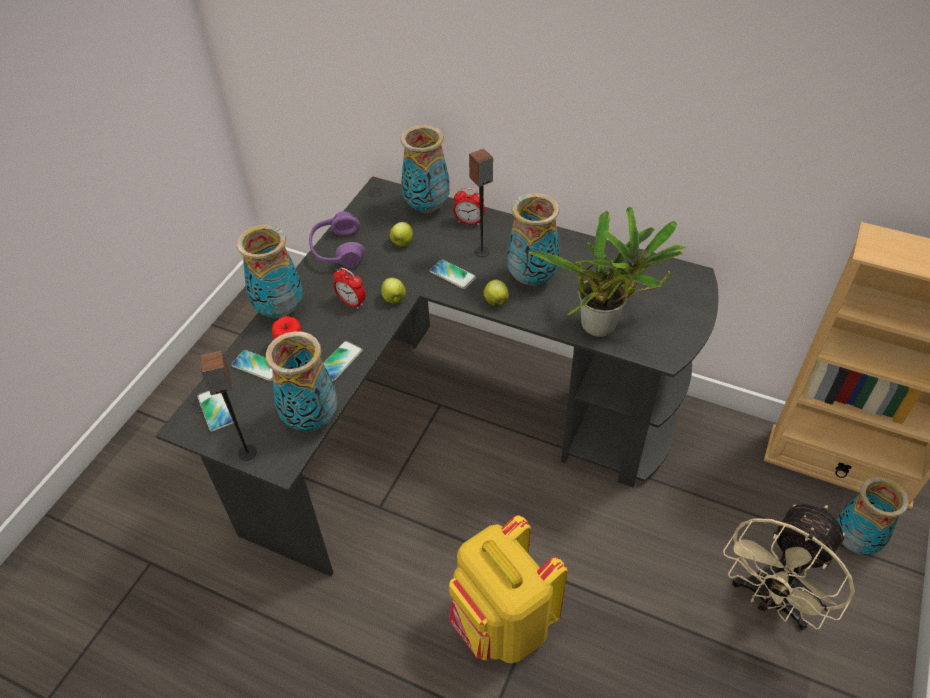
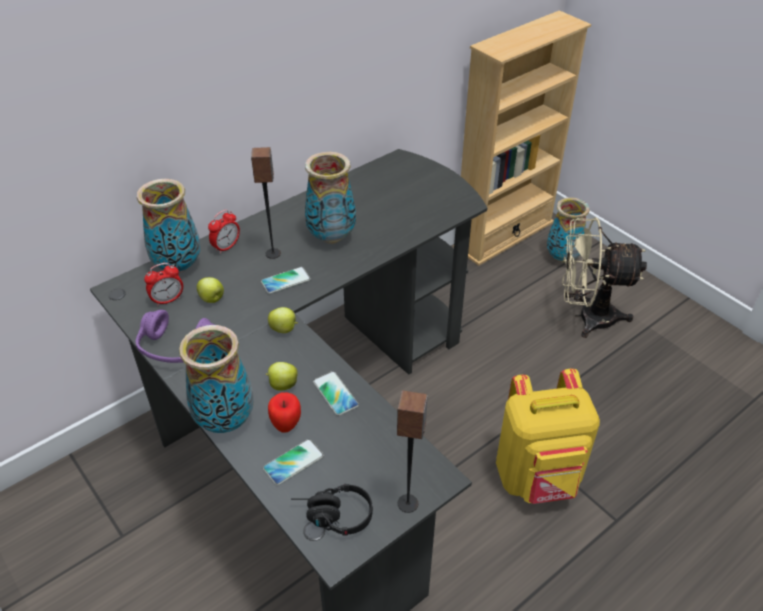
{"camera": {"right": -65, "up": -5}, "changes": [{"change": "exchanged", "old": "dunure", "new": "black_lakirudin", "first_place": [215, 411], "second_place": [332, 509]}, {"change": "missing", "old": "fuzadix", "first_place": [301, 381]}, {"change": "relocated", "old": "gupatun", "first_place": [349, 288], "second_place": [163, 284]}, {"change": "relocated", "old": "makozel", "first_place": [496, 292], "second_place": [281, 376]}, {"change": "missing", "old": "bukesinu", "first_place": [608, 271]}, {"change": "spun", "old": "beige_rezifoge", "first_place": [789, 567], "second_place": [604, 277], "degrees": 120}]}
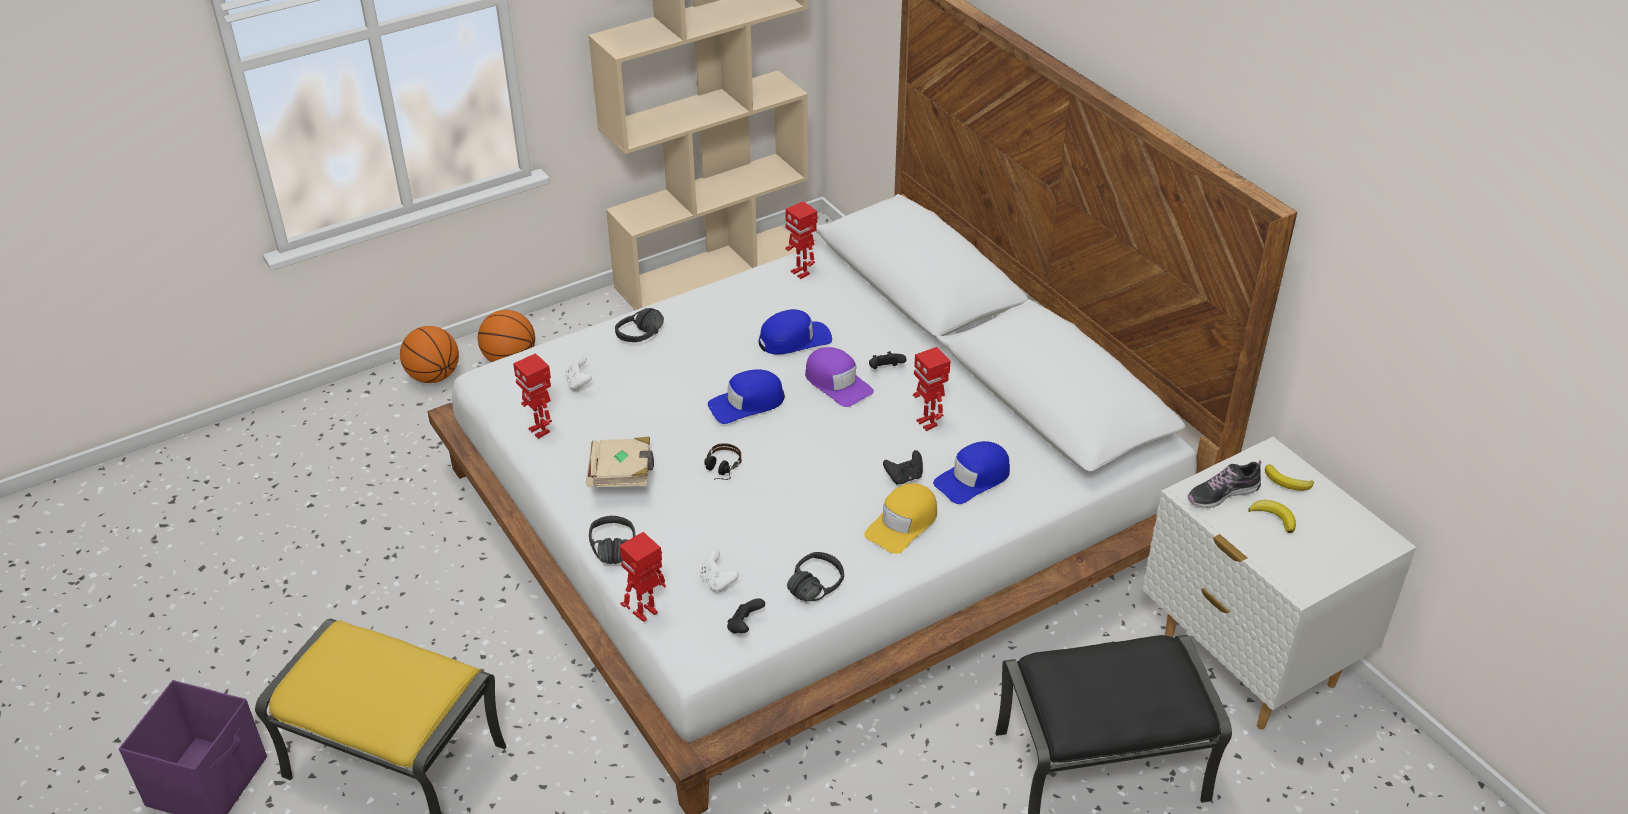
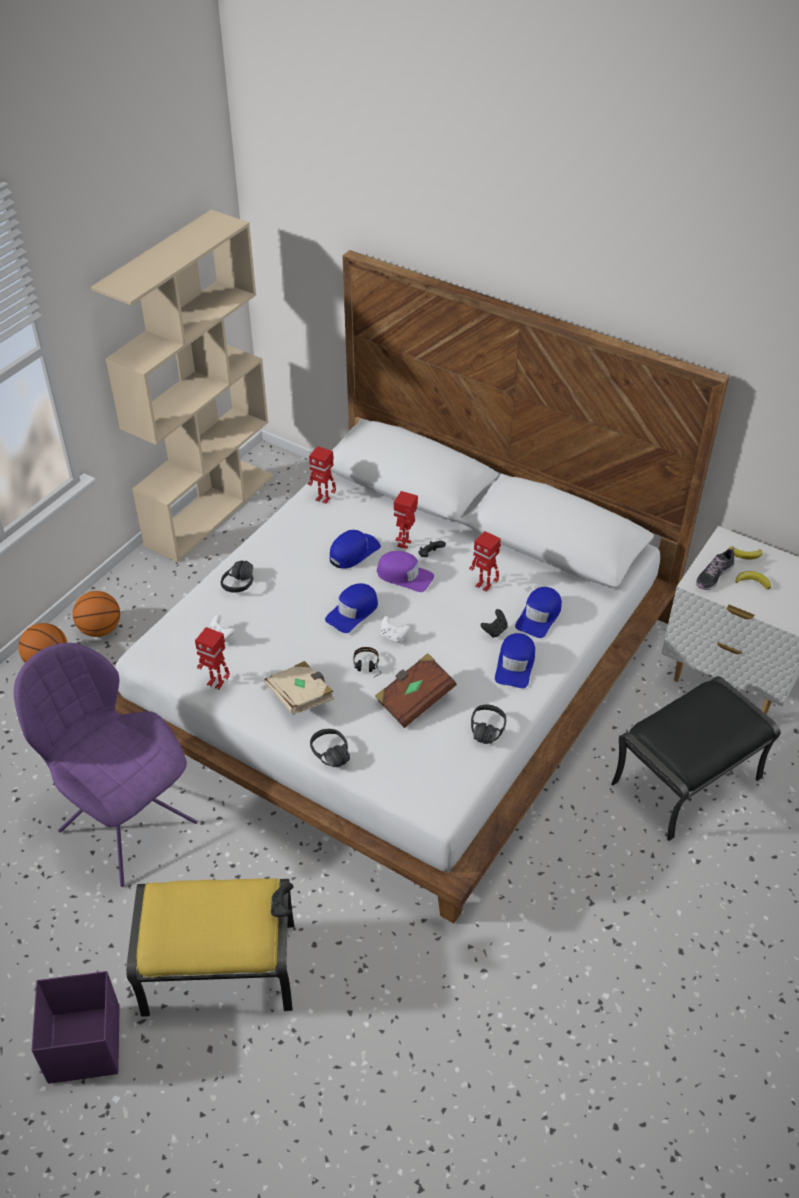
{"camera": {"right": -25, "up": 5}, "changes": [{"change": "relocated", "old": "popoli", "first_place": [642, 577], "second_place": [406, 520]}, {"change": "relocated", "old": "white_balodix", "first_place": [719, 571], "second_place": [395, 629]}, {"change": "relocated", "old": "black_balodix", "first_place": [746, 616], "second_place": [282, 900]}, {"change": "colour", "old": "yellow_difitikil", "new": "blue_difitikil", "first_place": [900, 518], "second_place": [515, 660]}, {"change": "appeared", "new": "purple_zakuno", "second_place": [106, 765]}, {"change": "appeared", "new": "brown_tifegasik", "second_place": [416, 690]}]}
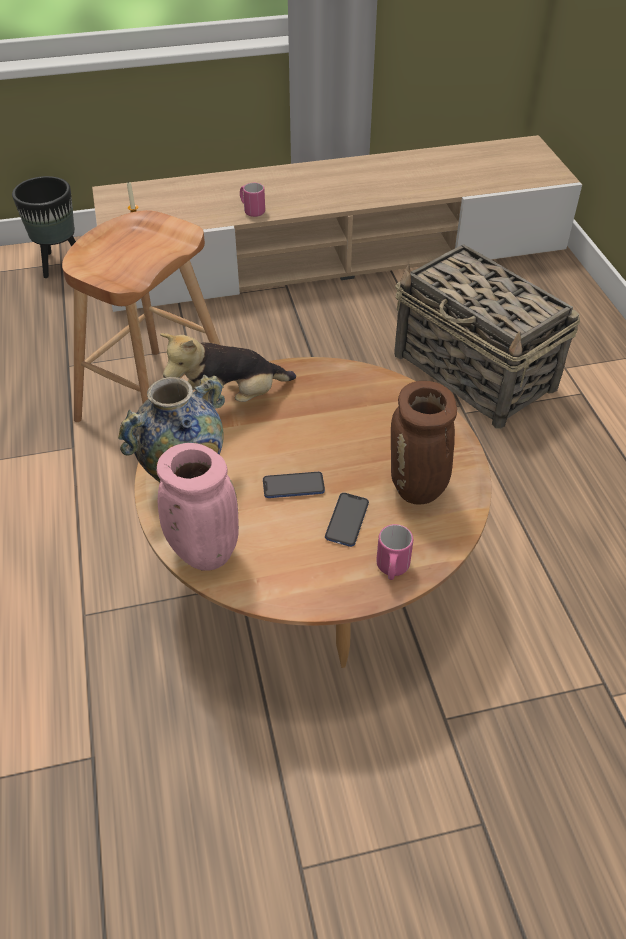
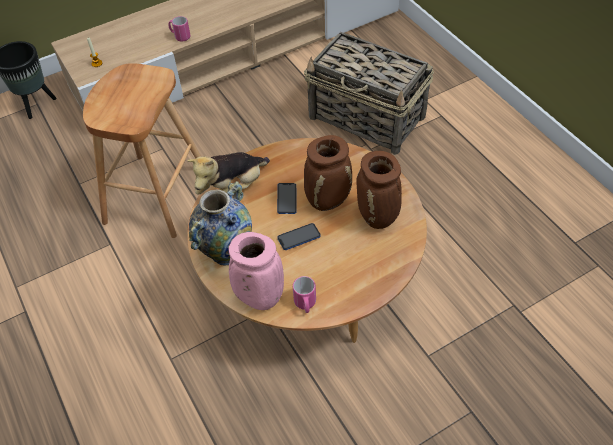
{"camera": {"right": -15, "up": 5}, "changes": [{"change": "relocated", "old": "dunure", "first_place": [347, 520], "second_place": [286, 198]}, {"change": "relocated", "old": "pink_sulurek", "first_place": [394, 552], "second_place": [304, 294]}, {"change": "appeared", "new": "brown_fuzadix", "second_place": [328, 173]}]}
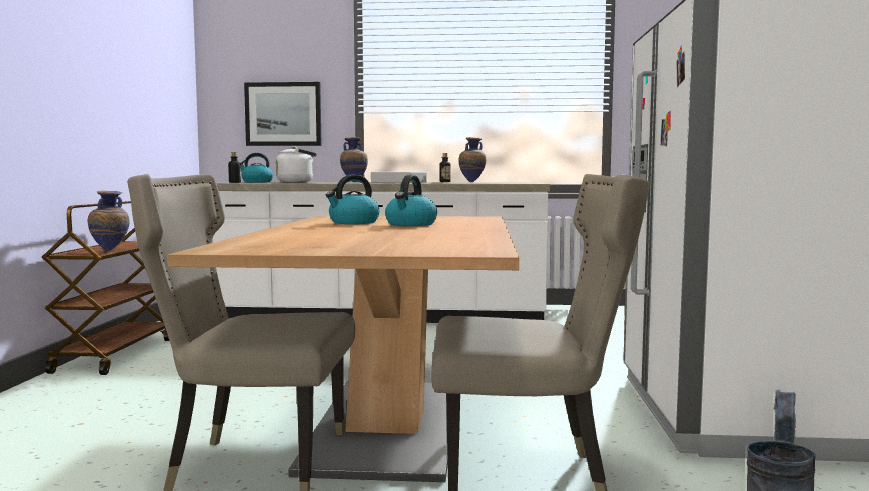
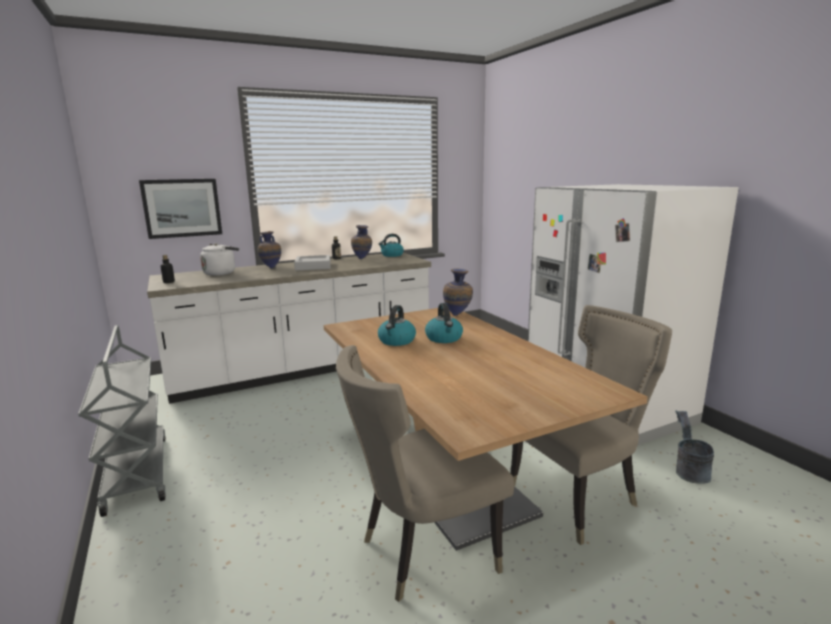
{"camera": {"right": -30, "up": 10}, "changes": [{"change": "colour", "old": "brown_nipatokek", "new": "grey_nipatokek", "first_place": [105, 288], "second_place": [122, 421]}, {"change": "relocated", "old": "fuzadix", "first_place": [109, 220], "second_place": [458, 292]}, {"change": "relocated", "old": "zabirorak", "first_place": [256, 167], "second_place": [391, 245]}]}
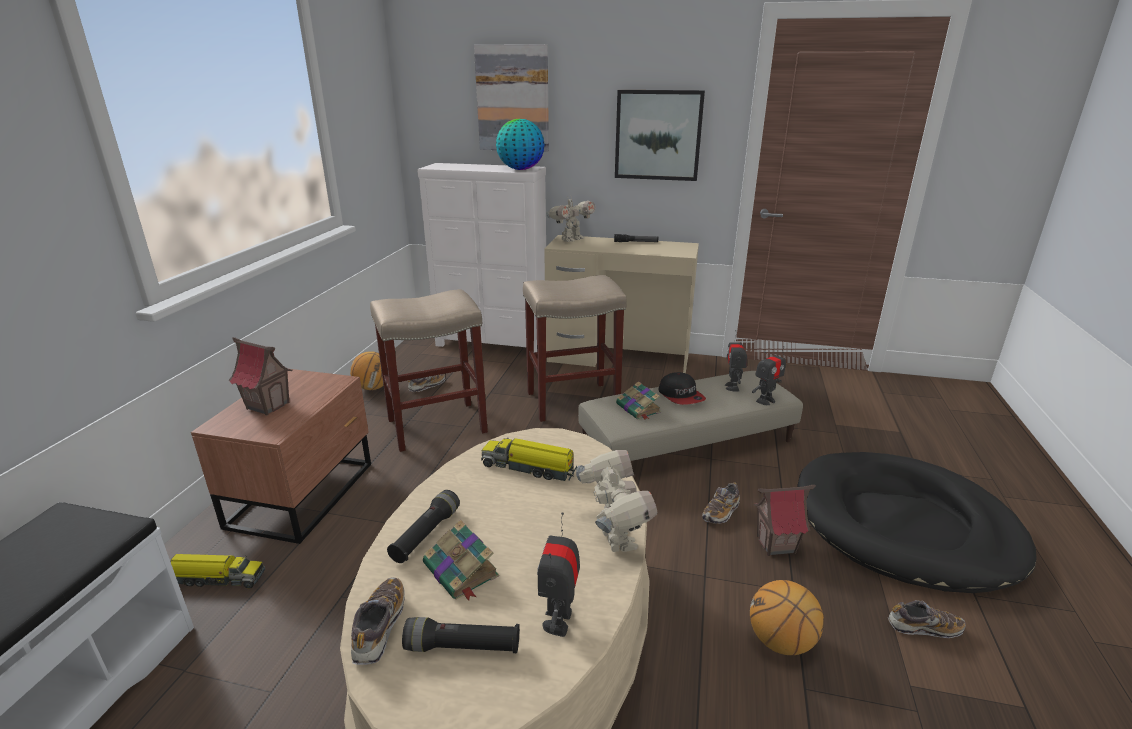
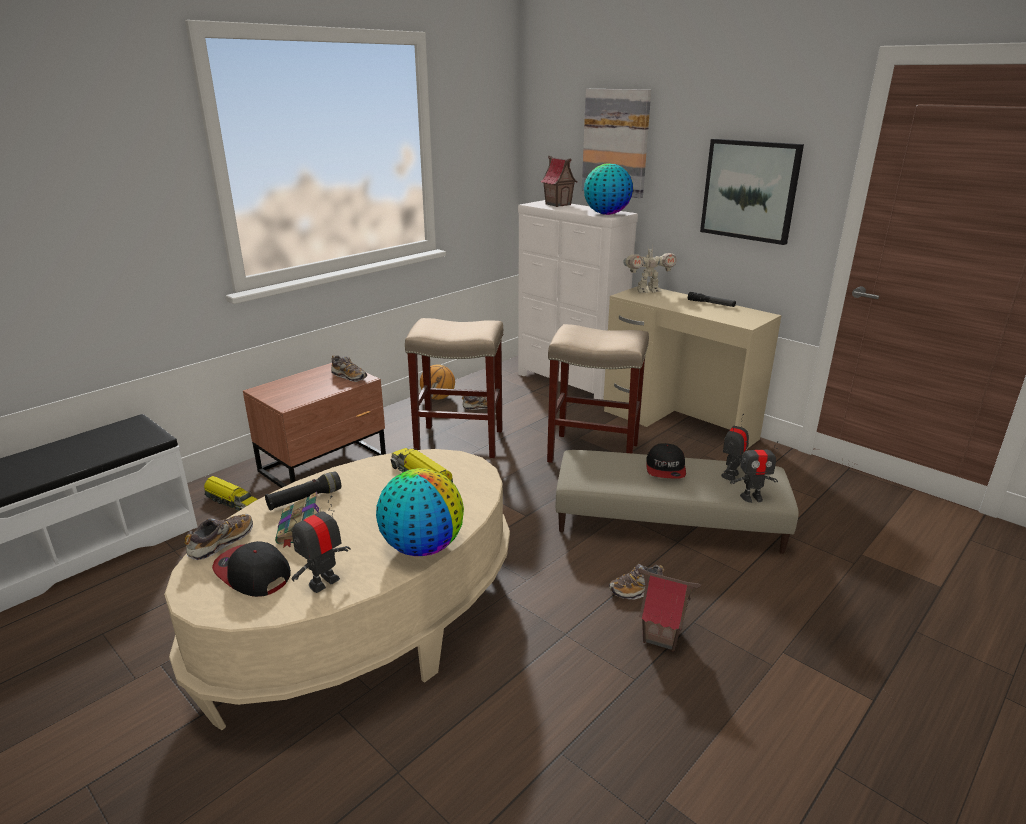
{"camera": {"right": 30, "up": 0}, "changes": [{"change": "relocated", "old": "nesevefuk", "first_place": [260, 376], "second_place": [559, 181]}, {"change": "exchanged", "old": "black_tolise", "new": "difitikil", "first_place": [461, 635], "second_place": [251, 569]}, {"change": "exchanged", "old": "popoli", "new": "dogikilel", "first_place": [616, 501], "second_place": [420, 512]}, {"change": "missing", "old": "tifegasik", "first_place": [638, 400]}, {"change": "missing", "old": "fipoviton", "first_place": [787, 617]}, {"change": "missing", "old": "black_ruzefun", "first_place": [917, 522]}, {"change": "relocated", "old": "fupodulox", "first_place": [927, 619], "second_place": [349, 368]}]}
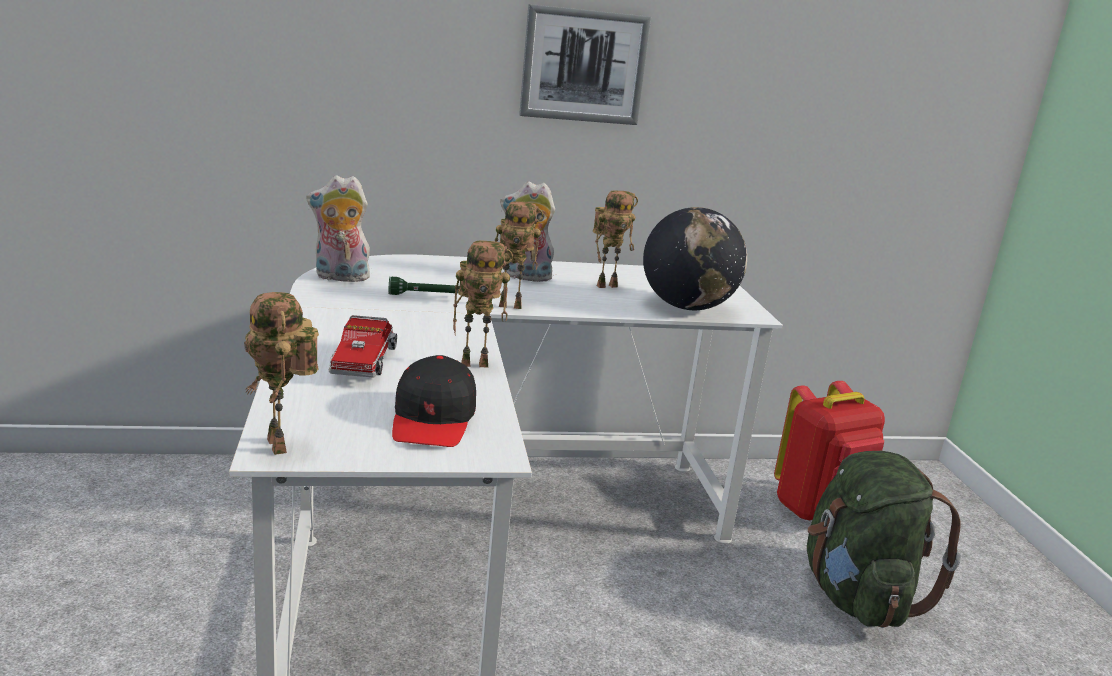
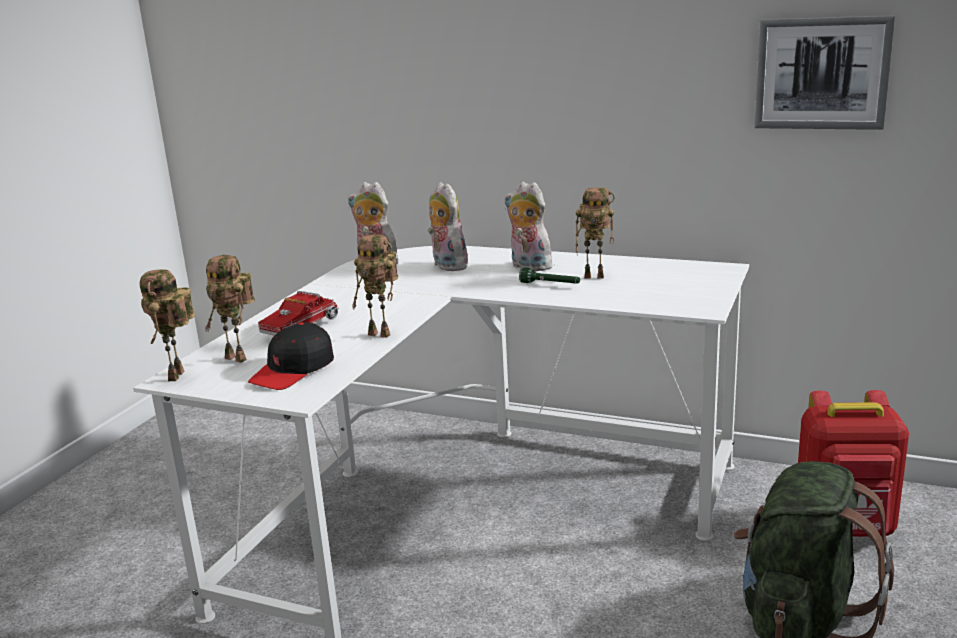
{"camera": {"right": 35, "up": 0}, "changes": [{"change": "relocated", "old": "green_tolise", "first_place": [424, 286], "second_place": [549, 275]}, {"change": "relocated", "old": "popoli", "first_place": [519, 255], "second_place": [230, 309]}, {"change": "relocated", "old": "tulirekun", "first_place": [585, 64], "second_place": [824, 72]}, {"change": "missing", "old": "dogikilel", "first_place": [695, 259]}, {"change": "appeared", "new": "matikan", "second_place": [449, 226]}]}
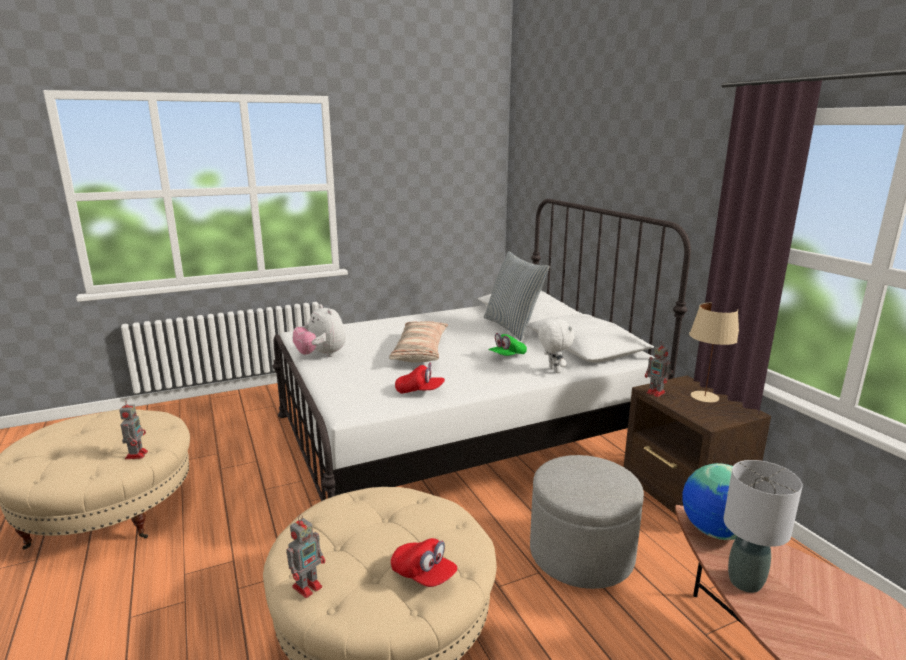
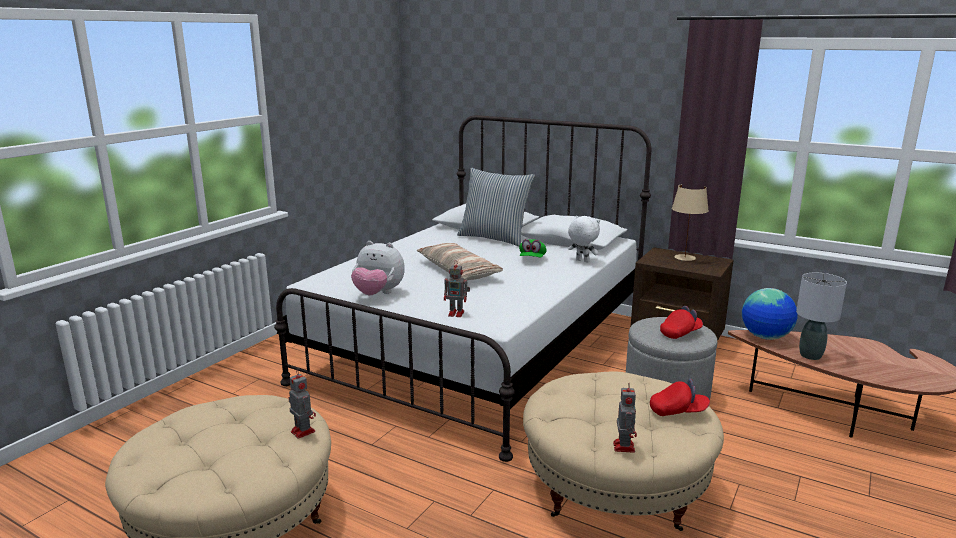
{"camera": {"right": -35, "up": 0}, "changes": [{"change": "relocated", "old": "red_difitikil", "first_place": [420, 378], "second_place": [681, 322]}, {"change": "relocated", "old": "popoli", "first_place": [659, 369], "second_place": [457, 288]}]}
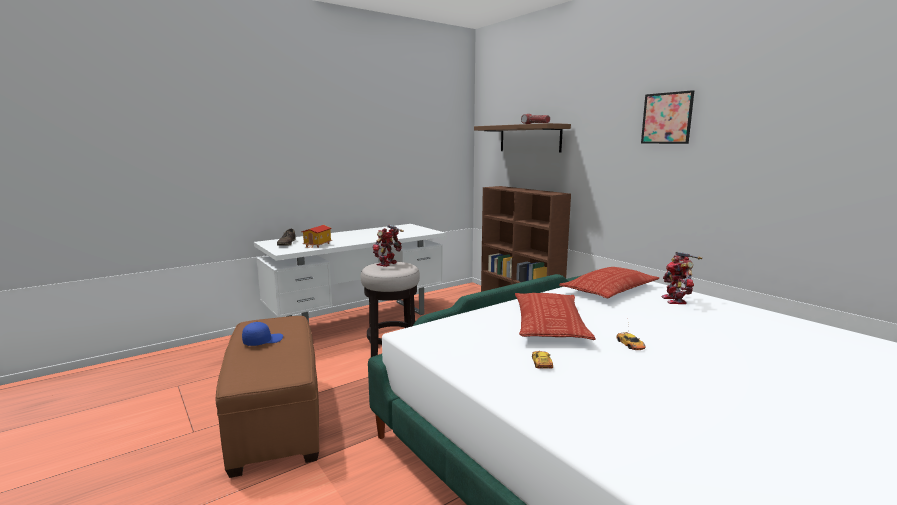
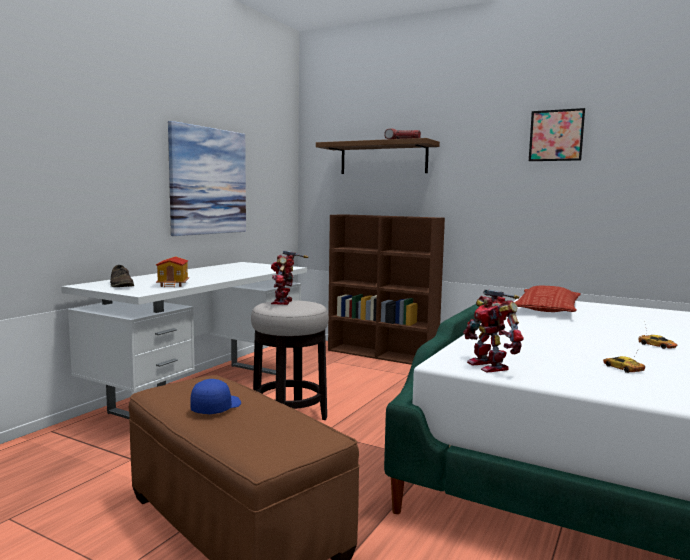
{"camera": {"right": -25, "up": -5}, "changes": [{"change": "missing", "old": "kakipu", "first_place": [555, 316]}, {"change": "relocated", "old": "popoli", "first_place": [682, 278], "second_place": [493, 331]}, {"change": "appeared", "new": "tulirekun", "second_place": [207, 178]}]}
